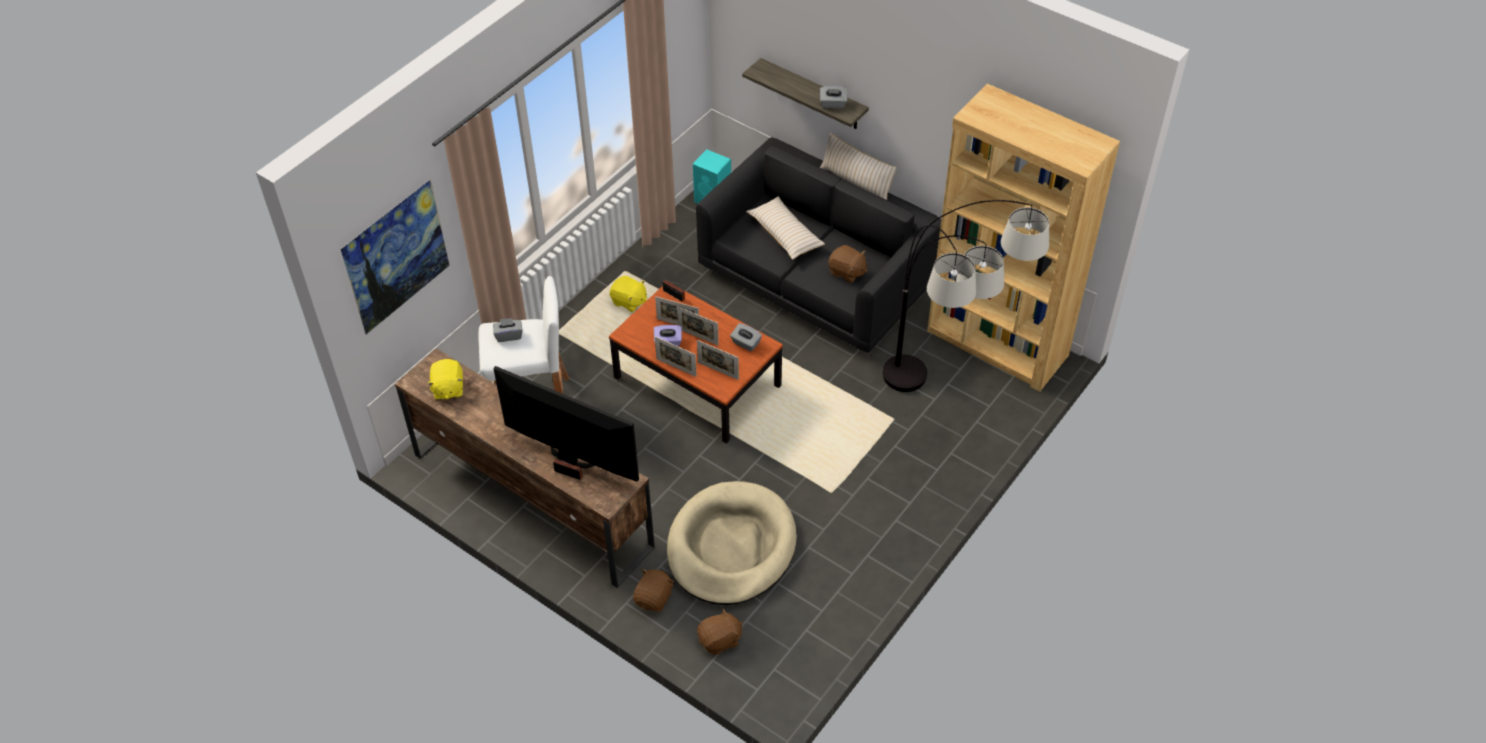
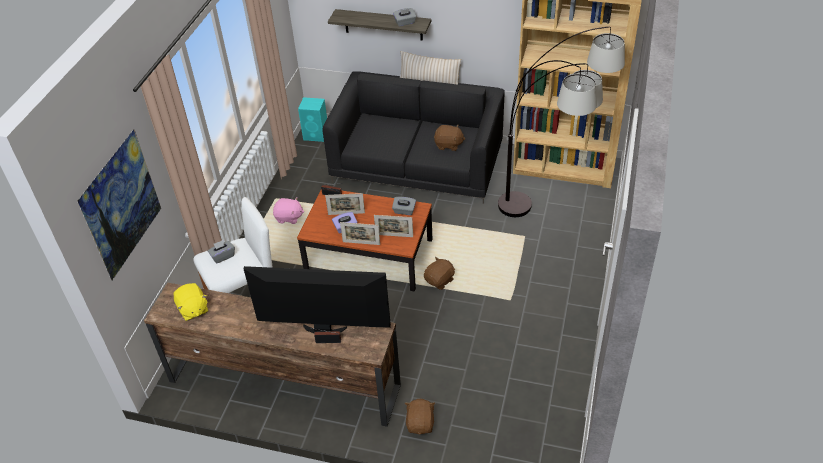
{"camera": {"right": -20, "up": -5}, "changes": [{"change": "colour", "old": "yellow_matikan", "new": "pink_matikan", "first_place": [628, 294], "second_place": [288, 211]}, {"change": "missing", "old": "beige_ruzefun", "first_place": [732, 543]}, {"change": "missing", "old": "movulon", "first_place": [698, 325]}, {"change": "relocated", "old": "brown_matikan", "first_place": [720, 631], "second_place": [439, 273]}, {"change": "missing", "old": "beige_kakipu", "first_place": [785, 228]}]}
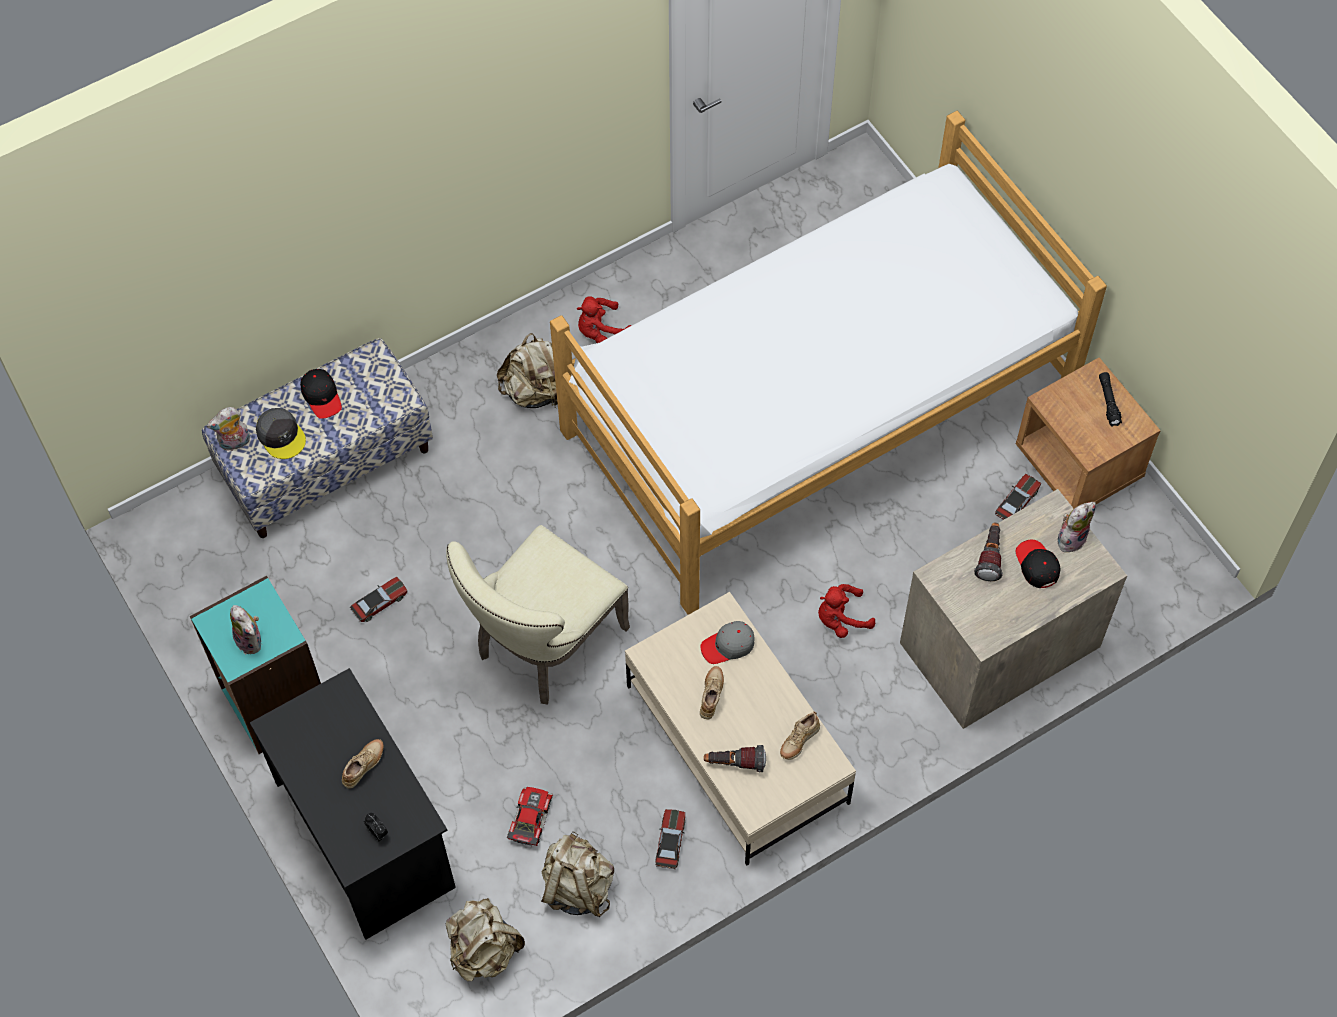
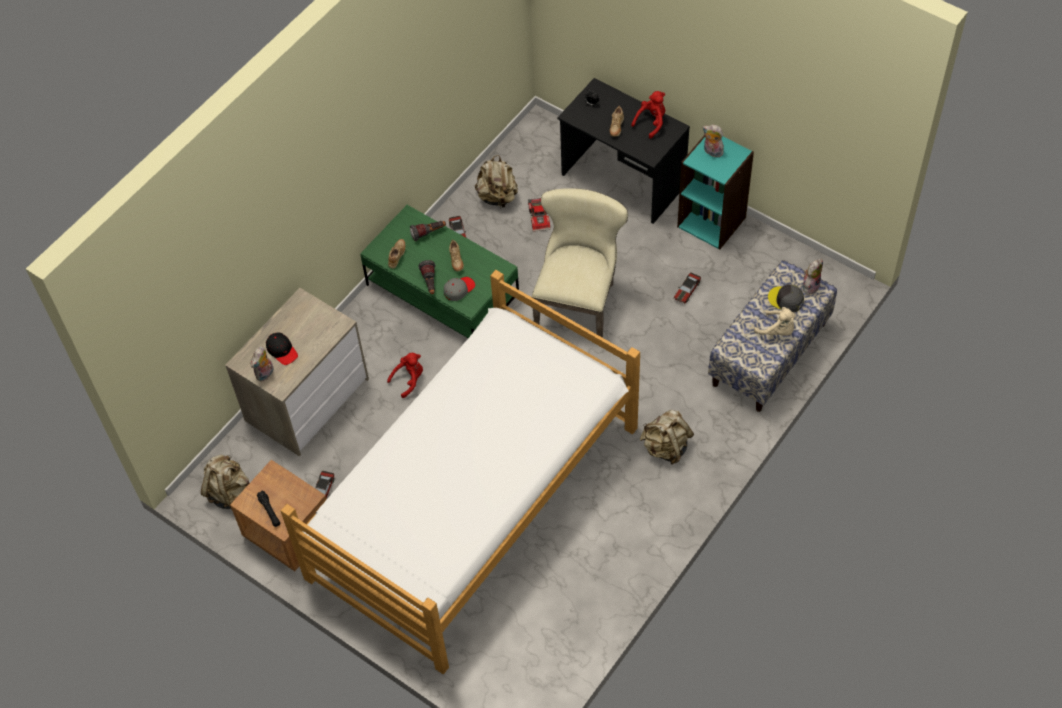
{"camera": {"right": 160, "up": -5}, "changes": [{"change": "exchanged", "old": "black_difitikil", "new": "beige_matikan", "first_place": [321, 394], "second_place": [774, 321]}, {"change": "relocated", "old": "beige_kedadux", "first_place": [485, 939], "second_place": [225, 482]}, {"change": "relocated", "old": "red_matikan", "first_place": [604, 319], "second_place": [648, 115]}, {"change": "colour", "old": "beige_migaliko", "new": "green_migaliko", "first_place": [740, 729], "second_place": [439, 271]}, {"change": "relocated", "old": "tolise", "first_place": [988, 552], "second_place": [426, 277]}]}
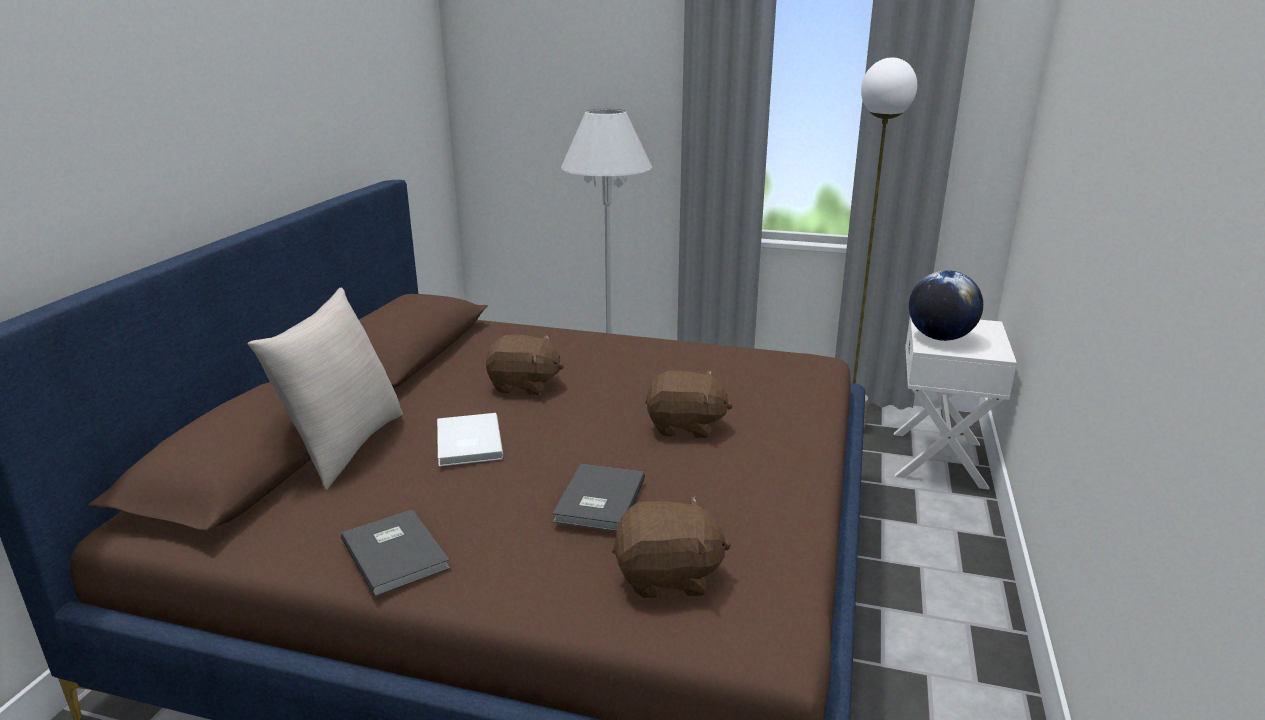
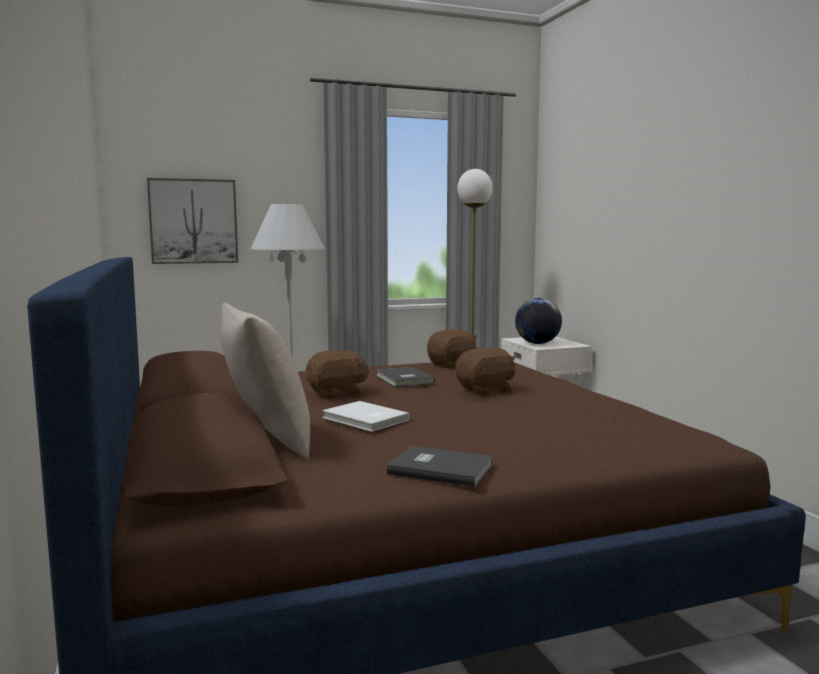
{"camera": {"right": -35, "up": -15}, "changes": [{"change": "relocated", "old": "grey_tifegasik", "first_place": [598, 497], "second_place": [405, 377]}, {"change": "relocated", "old": "brown_matikan", "first_place": [671, 546], "second_place": [452, 349]}, {"change": "appeared", "new": "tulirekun", "second_place": [192, 221]}]}
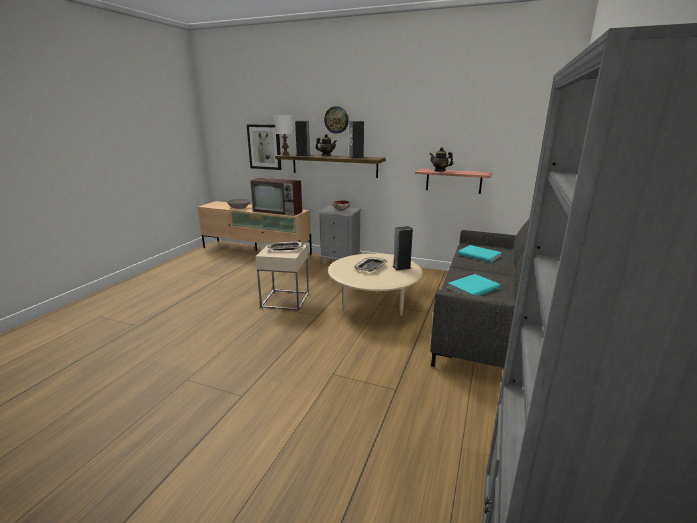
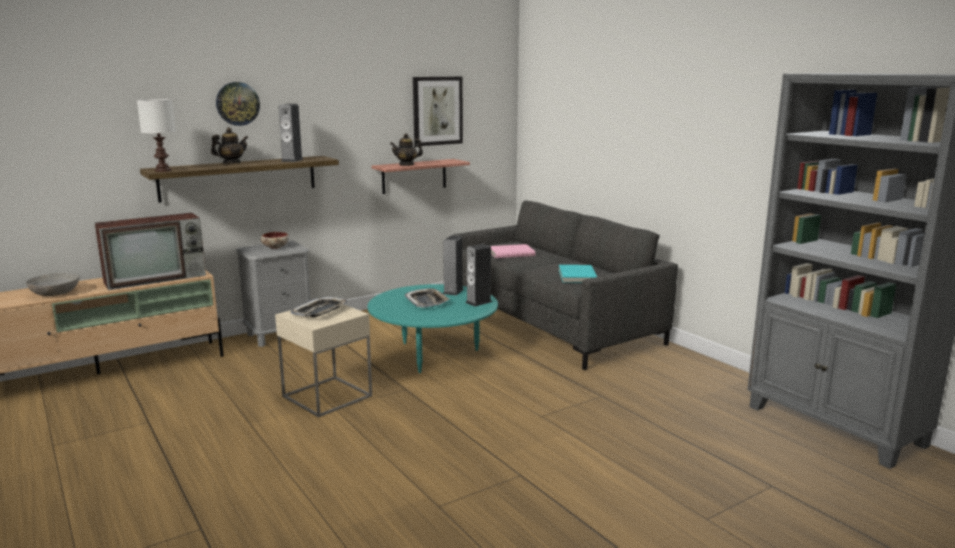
{"camera": {"right": -55, "up": -5}, "changes": [{"change": "relocated", "old": "tulirekun", "first_place": [264, 147], "second_place": [438, 111]}, {"change": "relocated", "old": "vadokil", "first_place": [303, 138], "second_place": [478, 275]}, {"change": "colour", "old": "beige_migaliko", "new": "turquoise_migaliko", "first_place": [375, 285], "second_place": [433, 328]}, {"change": "colour", "old": "turquoise_tifegasik", "new": "pink_tifegasik", "first_place": [480, 254], "second_place": [513, 251]}]}
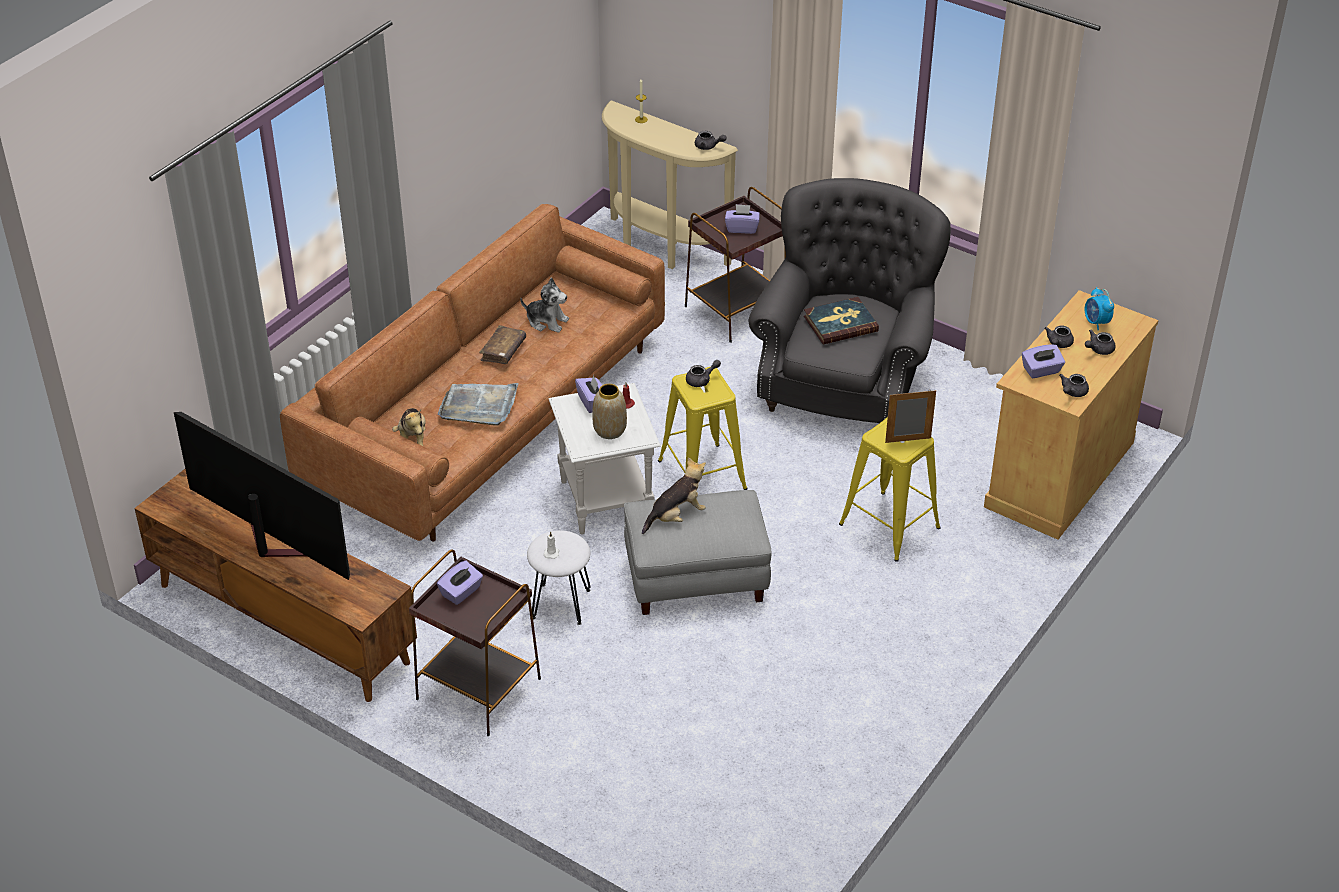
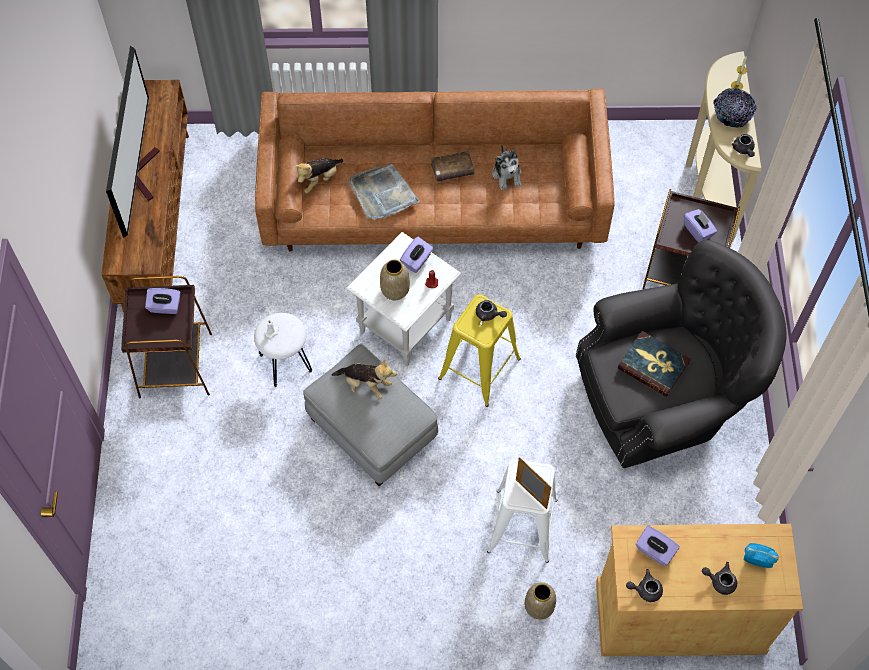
{"camera": {"right": 55, "up": 20}, "changes": [{"change": "colour", "old": "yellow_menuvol", "new": "white_menuvol", "first_place": [890, 489], "second_place": [522, 511]}, {"change": "missing", "old": "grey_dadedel", "first_place": [1059, 336]}, {"change": "spun", "old": "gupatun", "first_place": [1099, 308], "second_place": [761, 555], "degrees": 75}, {"change": "appeared", "new": "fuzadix", "second_place": [540, 601]}, {"change": "appeared", "new": "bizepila", "second_place": [735, 108]}]}
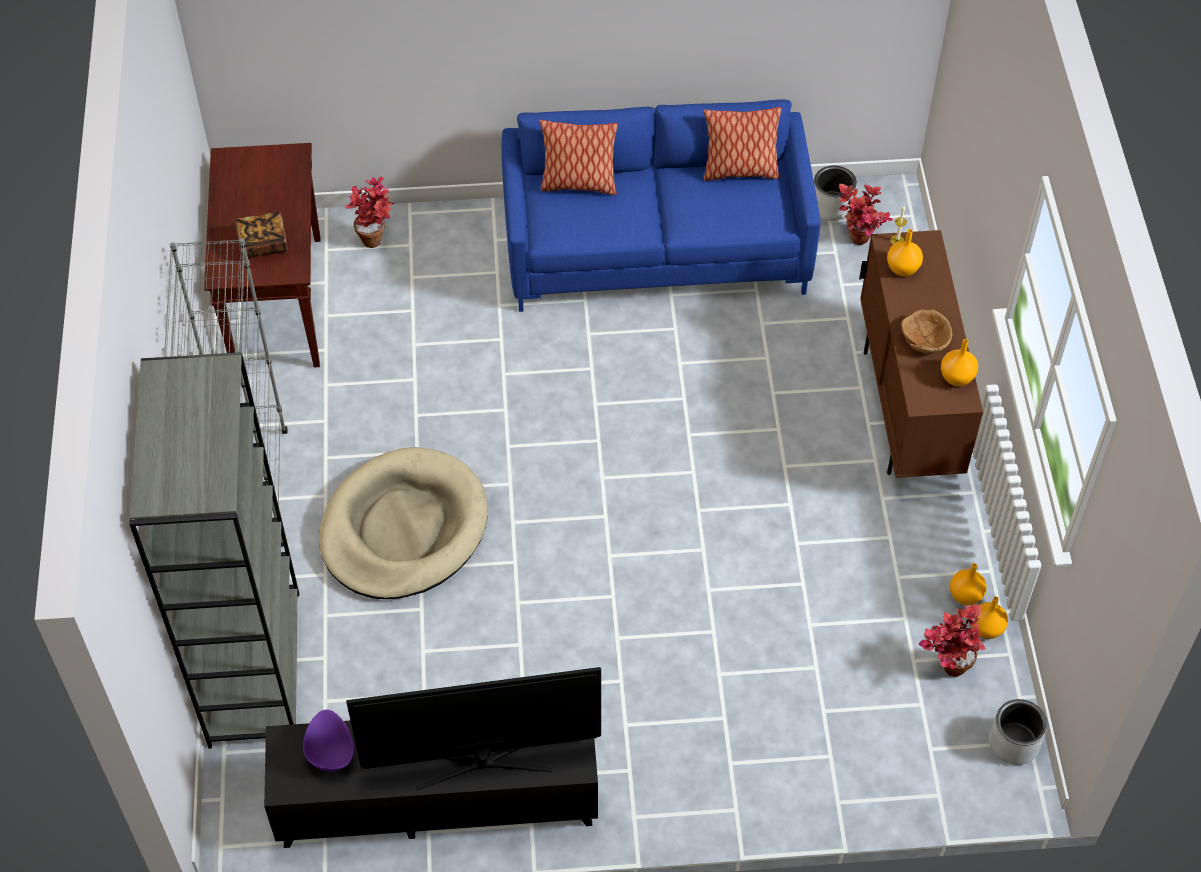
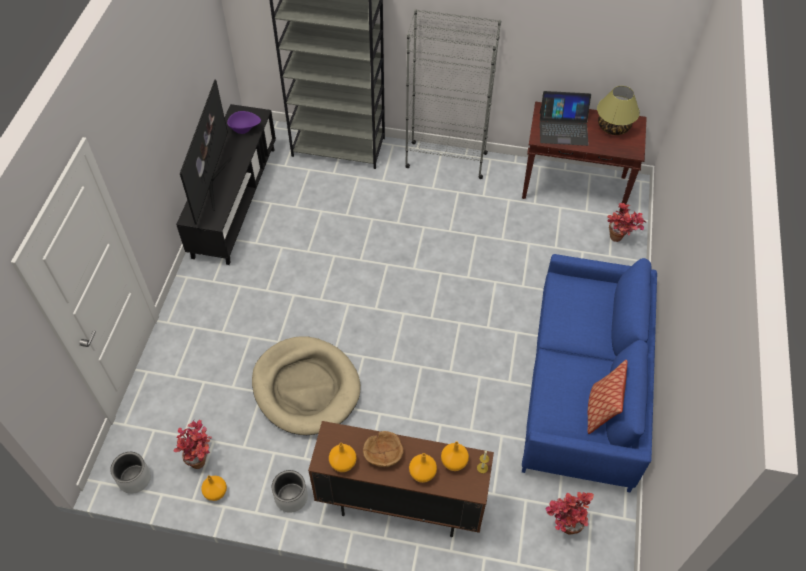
{"camera": {"right": 105, "up": 0}, "changes": [{"change": "exchanged", "old": "tifegasik", "new": "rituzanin", "first_place": [260, 235], "second_place": [565, 118]}, {"change": "relocated", "old": "beige_ruzefun", "first_place": [403, 523], "second_place": [306, 385]}, {"change": "missing", "old": "kakipu", "first_place": [579, 157]}, {"change": "relocated", "old": "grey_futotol", "first_place": [835, 193], "second_place": [290, 491]}, {"change": "relocated", "old": "orange_fuzadix", "first_place": [968, 584], "second_place": [423, 468]}, {"change": "appeared", "new": "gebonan", "second_place": [618, 110]}]}
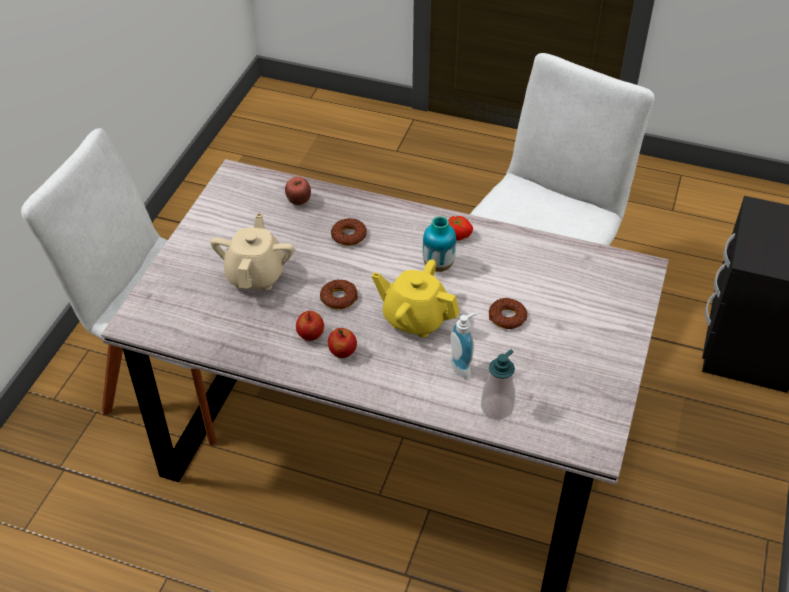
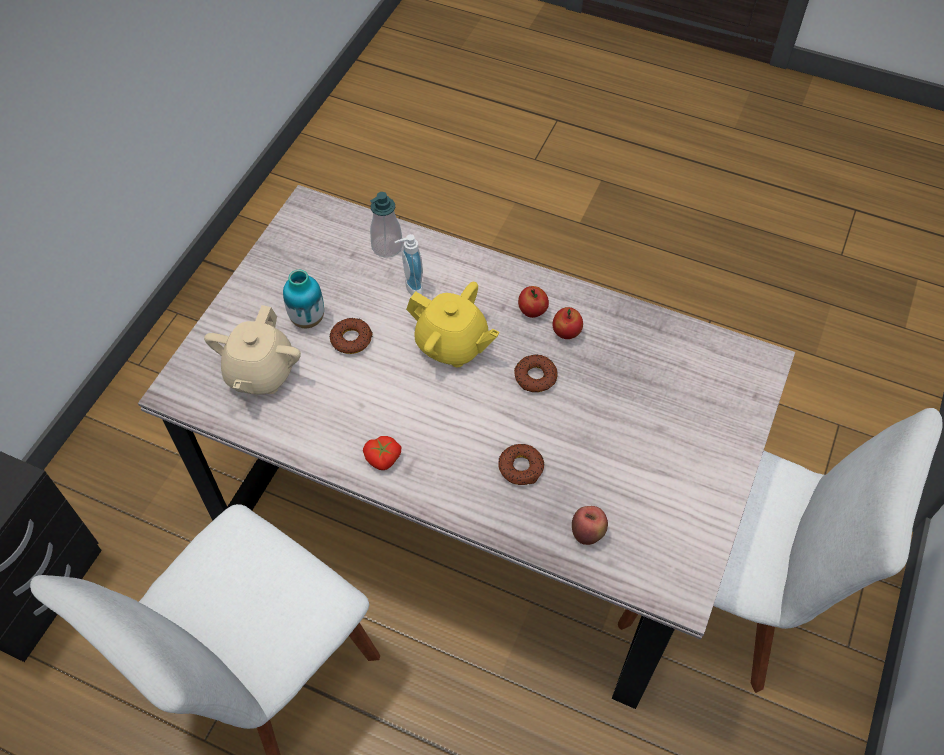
{"camera": {"right": -175, "up": 10}, "changes": [{"change": "relocated", "old": "beige_dadedel", "first_place": [252, 251], "second_place": [252, 349]}, {"change": "relocated", "old": "fuzadix", "first_place": [439, 244], "second_place": [303, 299]}]}
